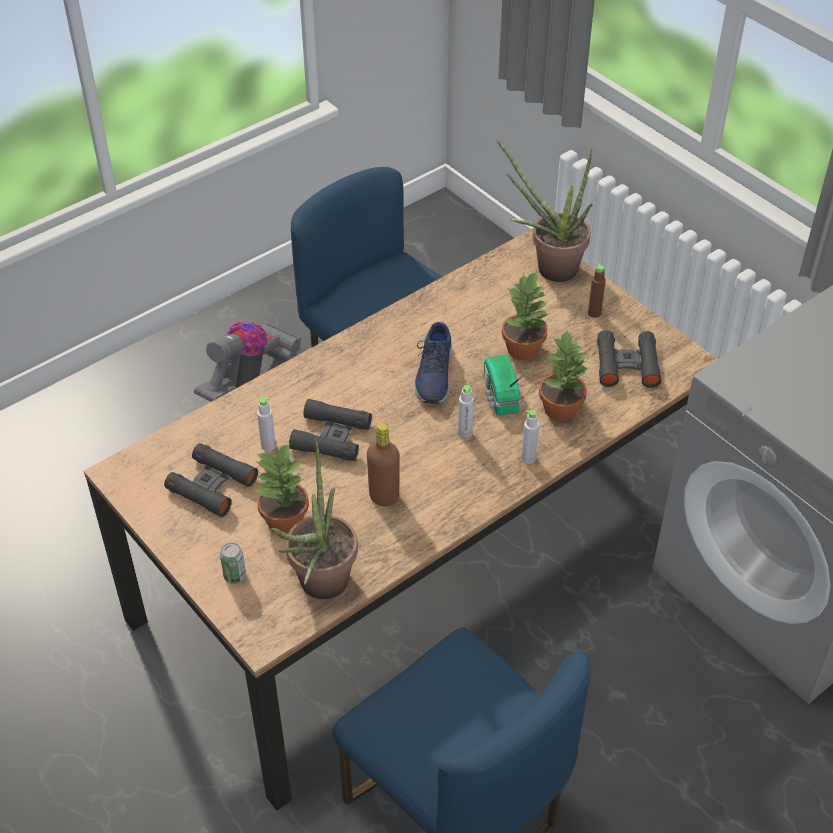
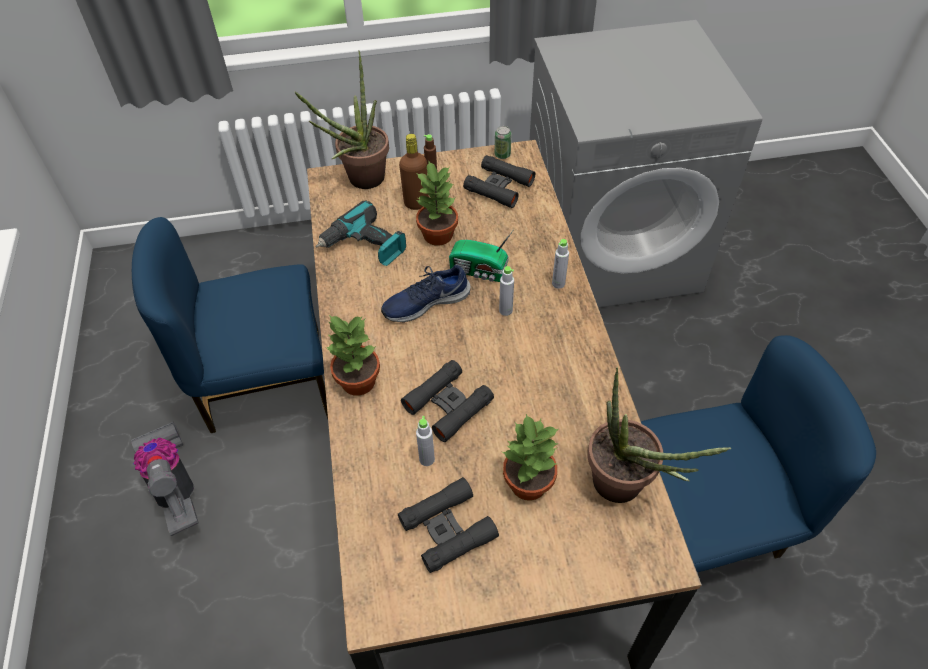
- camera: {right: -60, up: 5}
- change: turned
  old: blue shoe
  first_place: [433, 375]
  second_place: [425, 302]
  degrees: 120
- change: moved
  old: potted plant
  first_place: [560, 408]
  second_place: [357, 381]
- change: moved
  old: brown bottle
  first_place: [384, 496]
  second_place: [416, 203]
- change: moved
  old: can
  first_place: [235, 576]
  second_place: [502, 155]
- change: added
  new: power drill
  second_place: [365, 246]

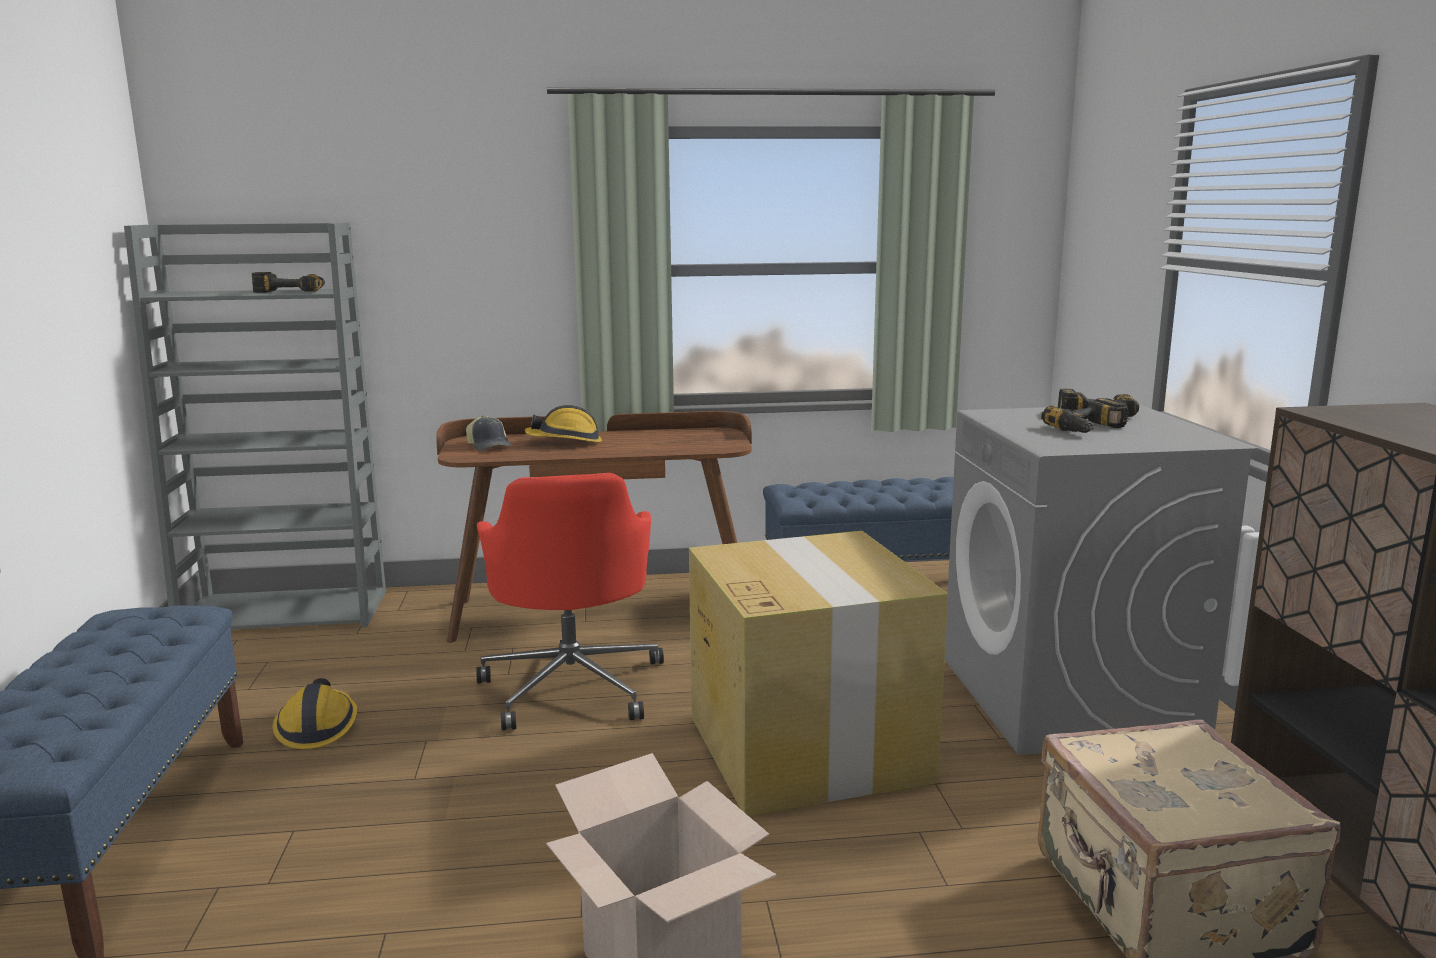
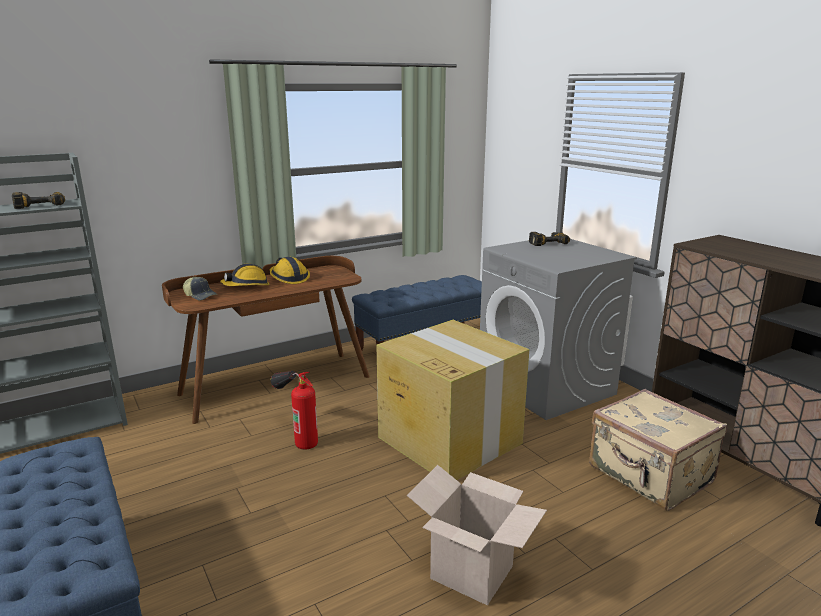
- camera: {right: -25, up: 5}
- change: removed
  old: power drill
  first_place: [1091, 429]
- change: replaced
  old: red office chair
  new: fire extinguisher
  first_place: [573, 686]
  second_place: [297, 434]
- change: moved
  old: hard hat
  first_place: [317, 726]
  second_place: [289, 278]

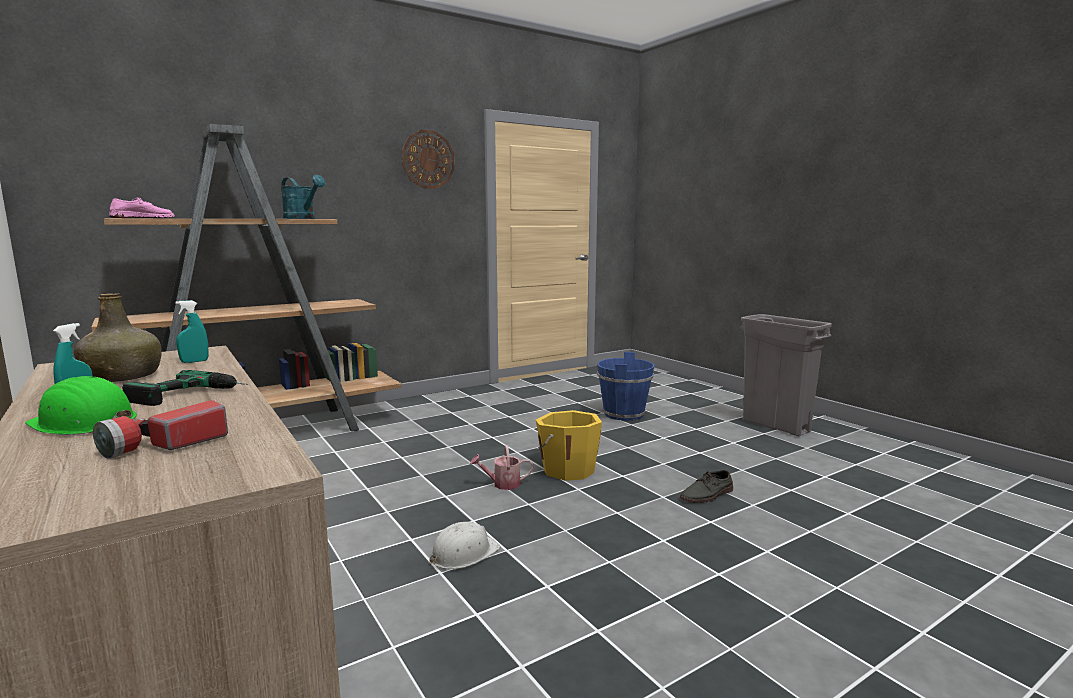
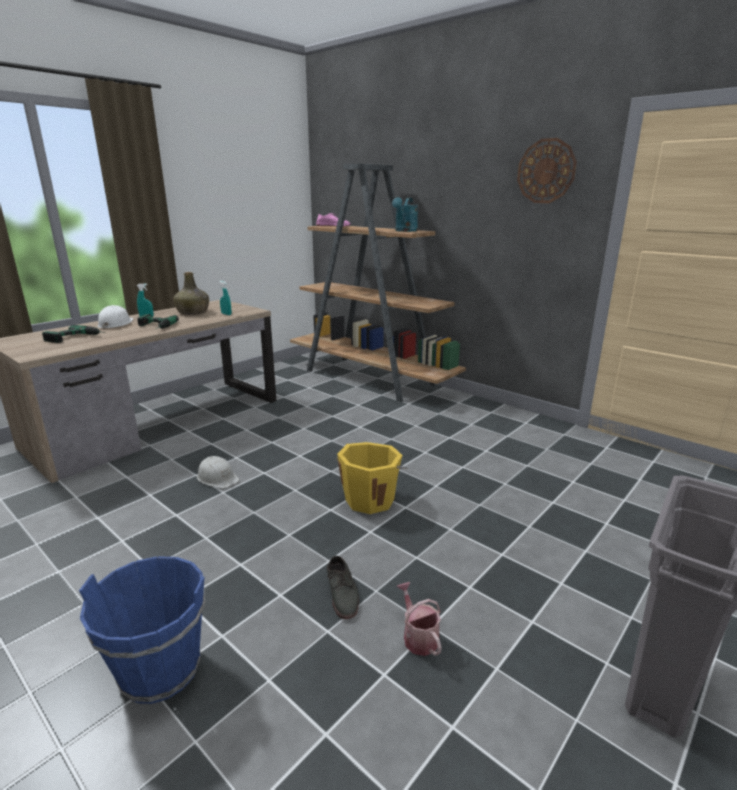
- camera: {right: 75, up: 10}
- change: moved
  old: blue bucket
  first_place: [624, 414]
  second_place: [160, 670]
- change: recoloured
  old: green hard hat
  new: white hard hat
  first_place: [83, 423]
  second_place: [115, 324]
- change: replaced
  old: flashlight
  new: power drill
  first_place: [166, 445]
  second_place: [77, 338]
- change: moved
  old: watering can
  first_place: [502, 484]
  second_place: [418, 636]
- change: turned
  old: grey shoe
  first_place: [707, 495]
  second_place: [342, 593]
  degrees: -150

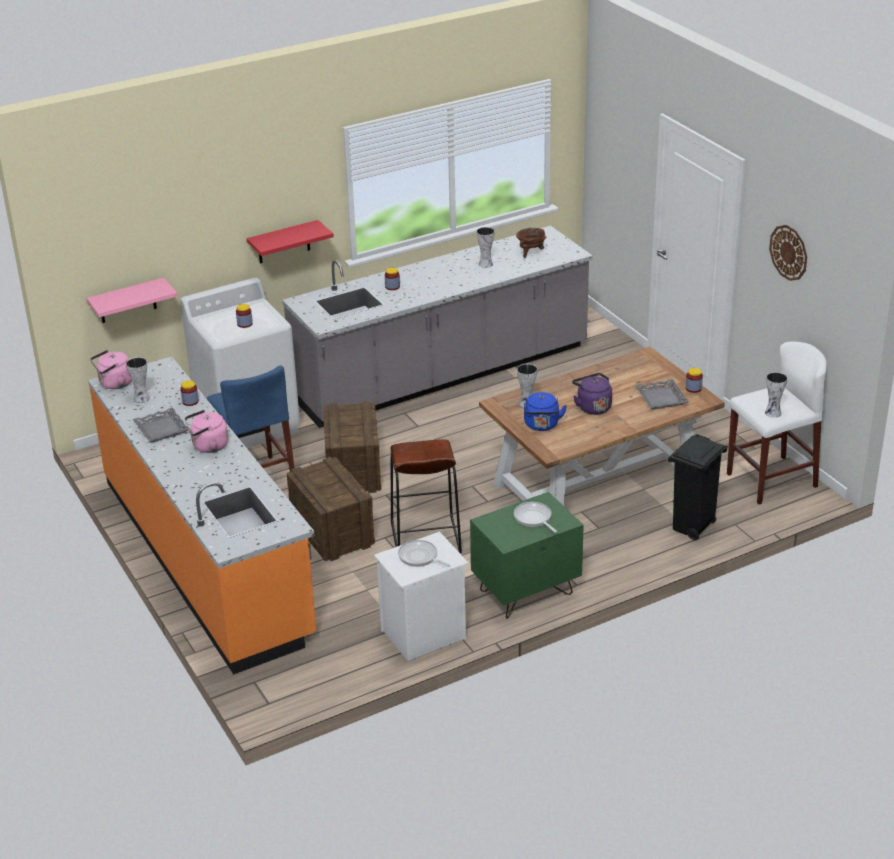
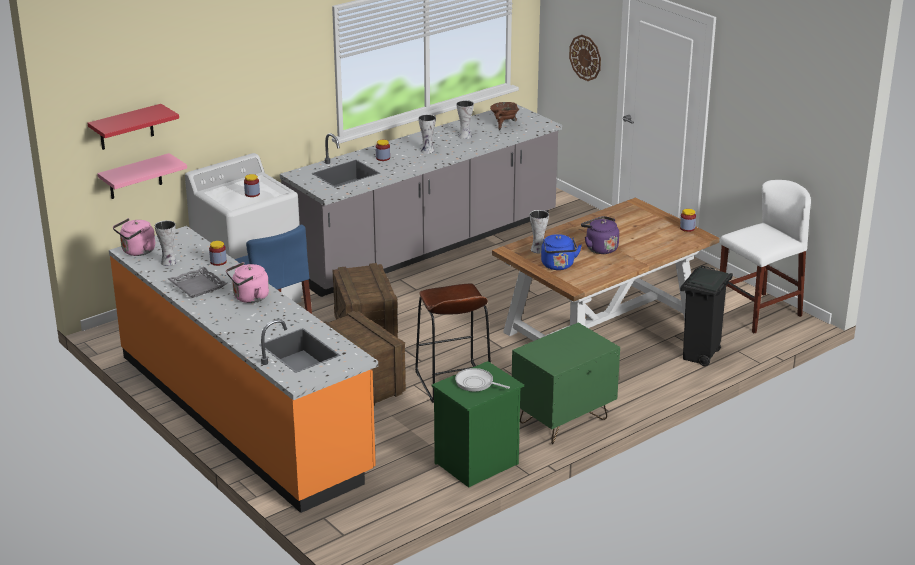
- camera: {right: -10, up: -5}
- change: moved
  old: red shelf
  first_place: [283, 242]
  second_place: [126, 127]
- change: moved
  old: wall clock
  first_place: [789, 252]
  second_place: [585, 57]
- change: moved
  old: vase
  first_place: [773, 413]
  second_place: [428, 151]
- change: removed
  old: grey tray
  first_place: [661, 398]
- change: removed
  old: frying pan
  first_place: [534, 518]
- change: recoloured
  old: white nightstand
  new: green nightstand
  first_place: [423, 635]
  second_place: [476, 464]

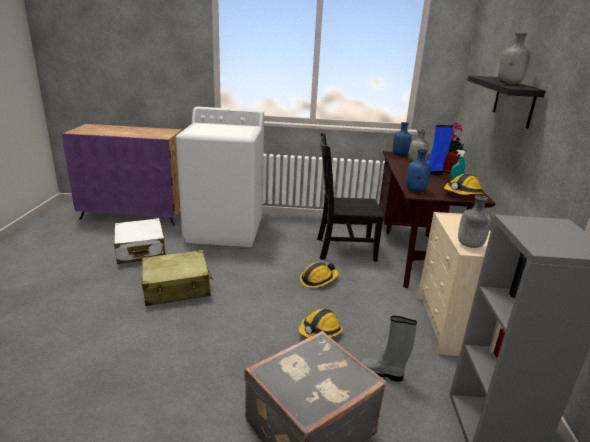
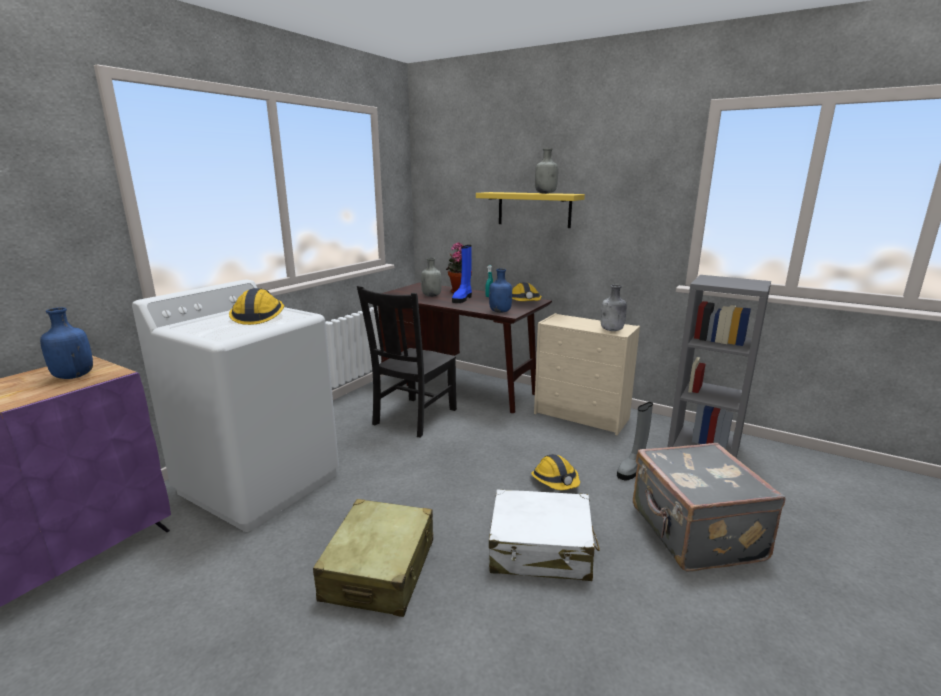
- camera: {right: -60, up: -5}
- change: recoloured
  old: black shelf
  new: yellow shelf
  first_place: [513, 101]
  second_place: [534, 209]
- change: moved
  old: blue bottle
  first_place: [399, 154]
  second_place: [73, 376]
- change: moved
  old: white suitcase
  first_place: [140, 250]
  second_place: [541, 549]
- change: moved
  old: hard hat
  first_place: [318, 280]
  second_place: [259, 316]

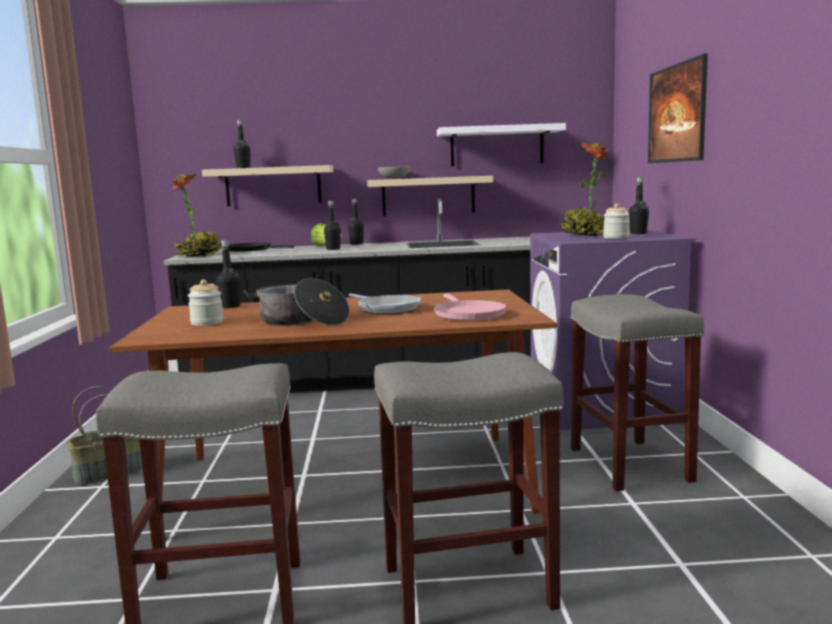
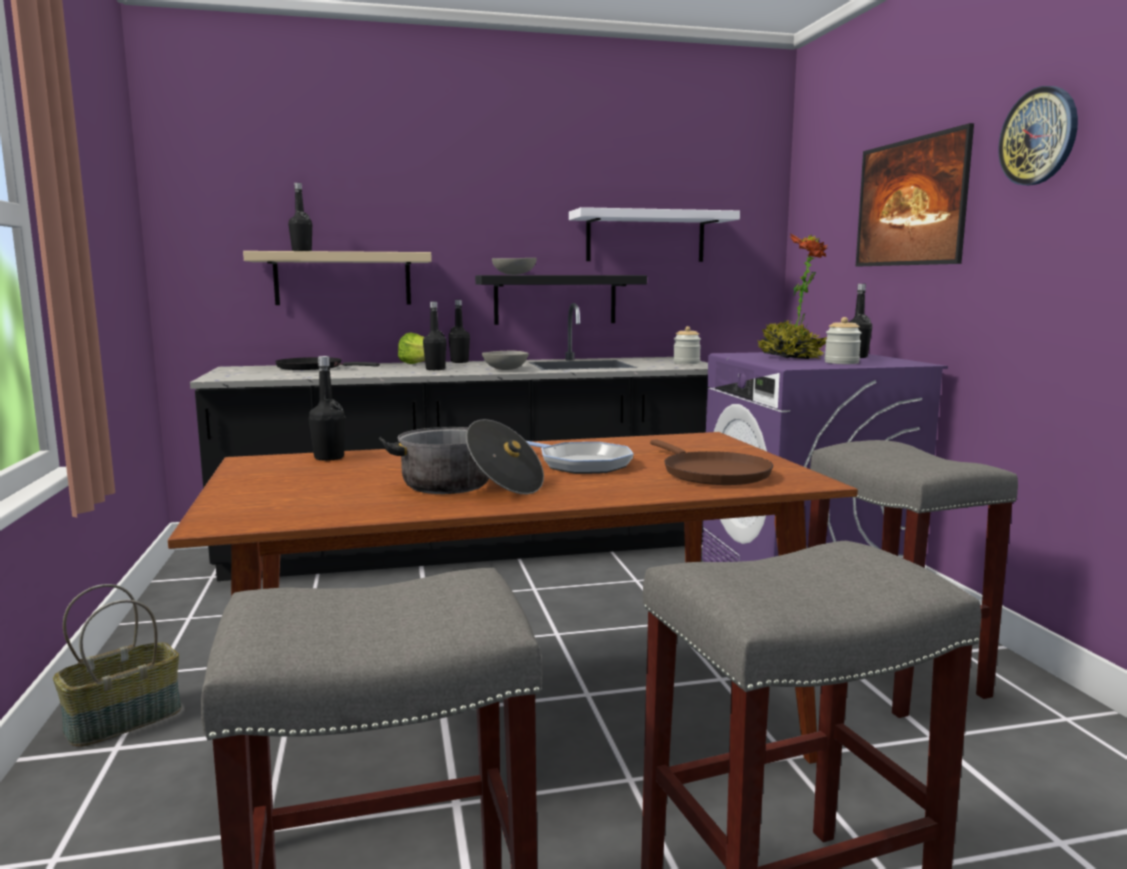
- camera: {right: -10, up: 0}
- change: removed
  old: potted plant
  first_place: [199, 255]
- change: recoloured
  old: beige shelf
  new: black shelf
  first_place: [428, 196]
  second_place: [555, 299]
- change: moved
  old: jar
  first_place: [207, 322]
  second_place: [686, 363]
- change: recoloured
  old: pink frying pan
  new: brown frying pan
  first_place: [468, 314]
  second_place: [711, 473]
- change: added
  new: wall clock
  second_place: [1039, 136]
- change: added
  new: grey bowl
  second_place: [505, 370]

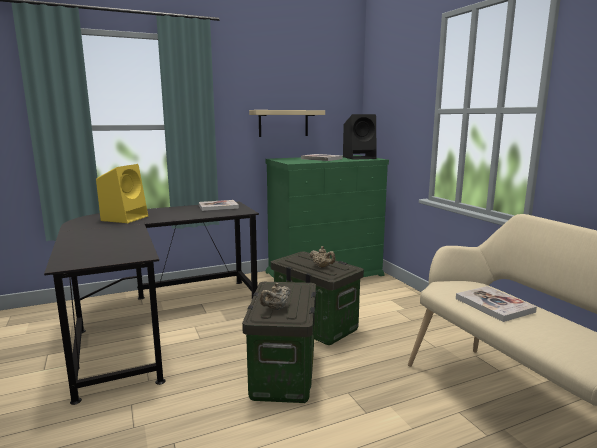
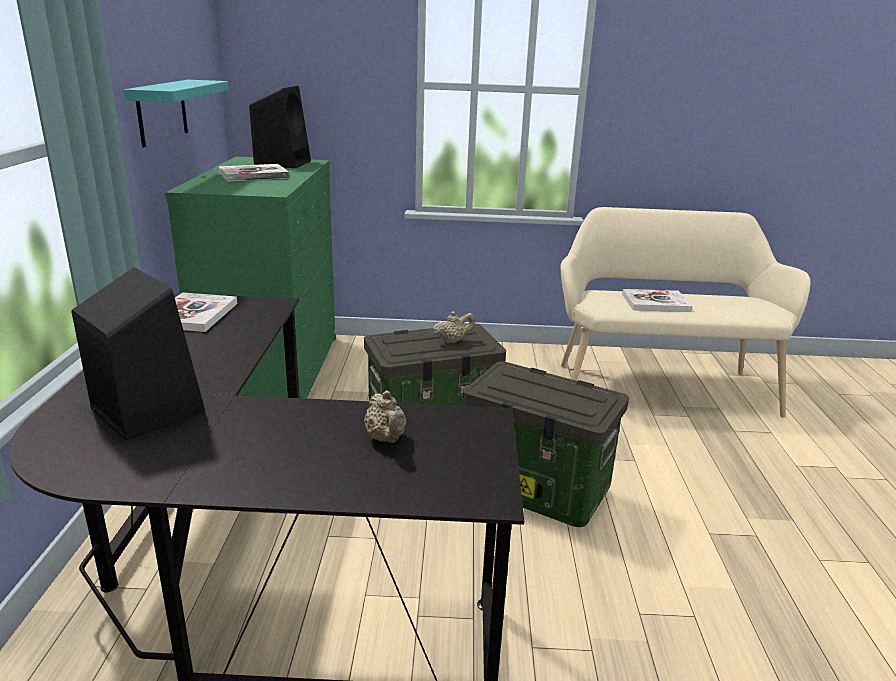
- camera: {right: -65, up: 10}
- change: recoloured
  old: beige shelf
  new: turquoise shelf
  first_place: [283, 123]
  second_place: [162, 112]
- change: recoloured
  old: yellow speaker
  new: black speaker
  first_place: [125, 218]
  second_place: [145, 409]
- change: moved
  old: beige teapot
  first_place: [276, 308]
  second_place: [386, 439]

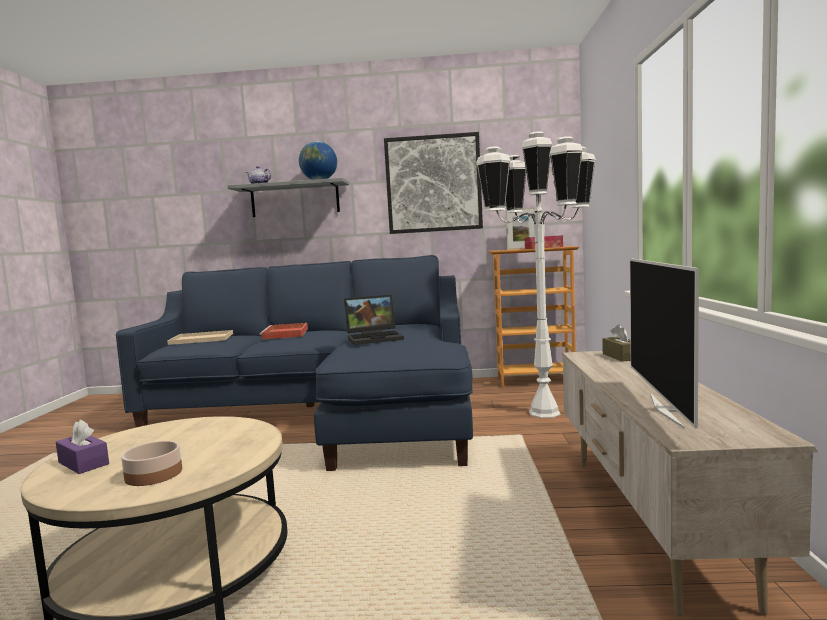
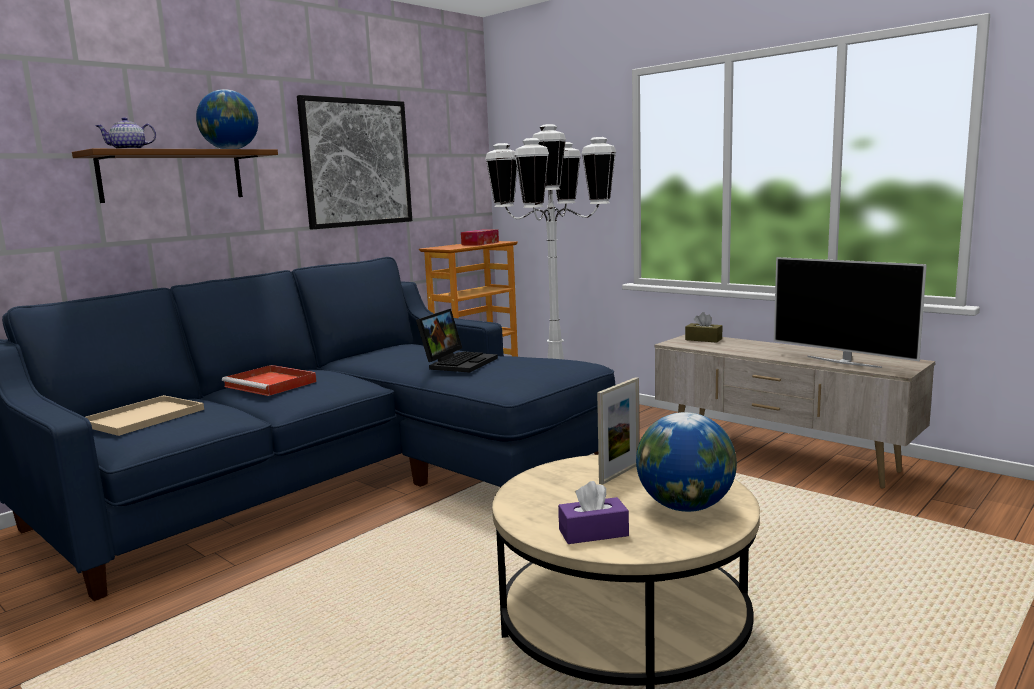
- camera: {right: -50, up: 5}
- change: recoloured
  old: grey shelf
  new: brown shelf
  first_place: [295, 199]
  second_place: [172, 176]
- change: moved
  old: picture frame
  first_place: [521, 248]
  second_place: [619, 473]
- change: replaced
  old: bowl
  new: globe
  first_place: [153, 474]
  second_place: [685, 507]

